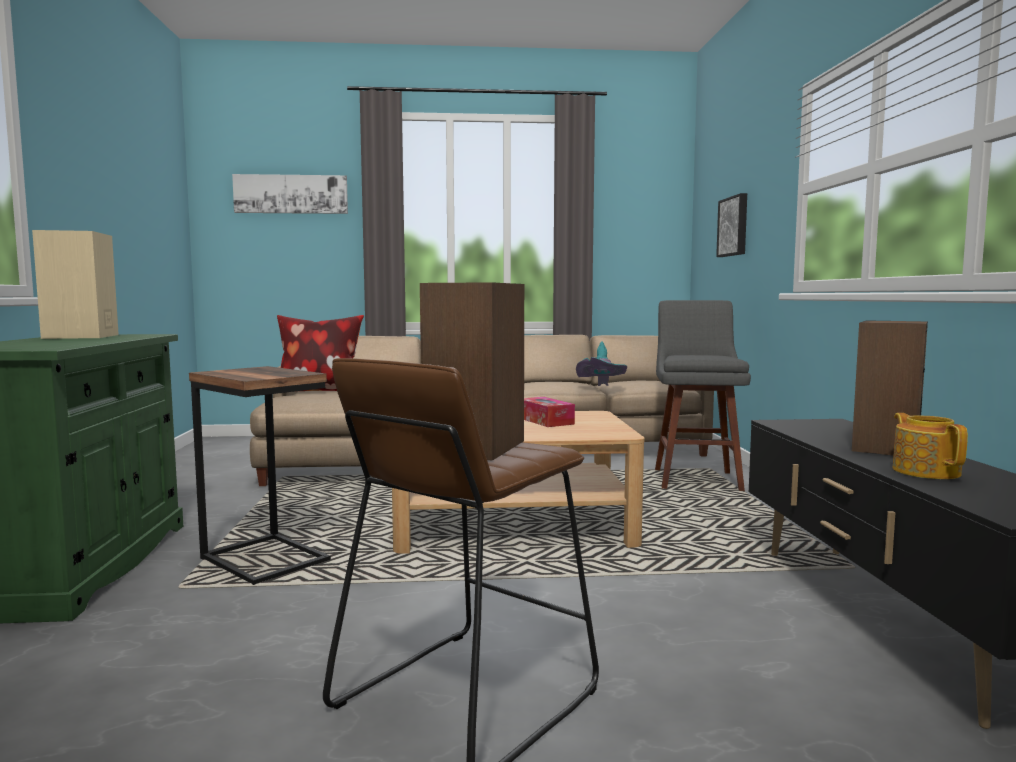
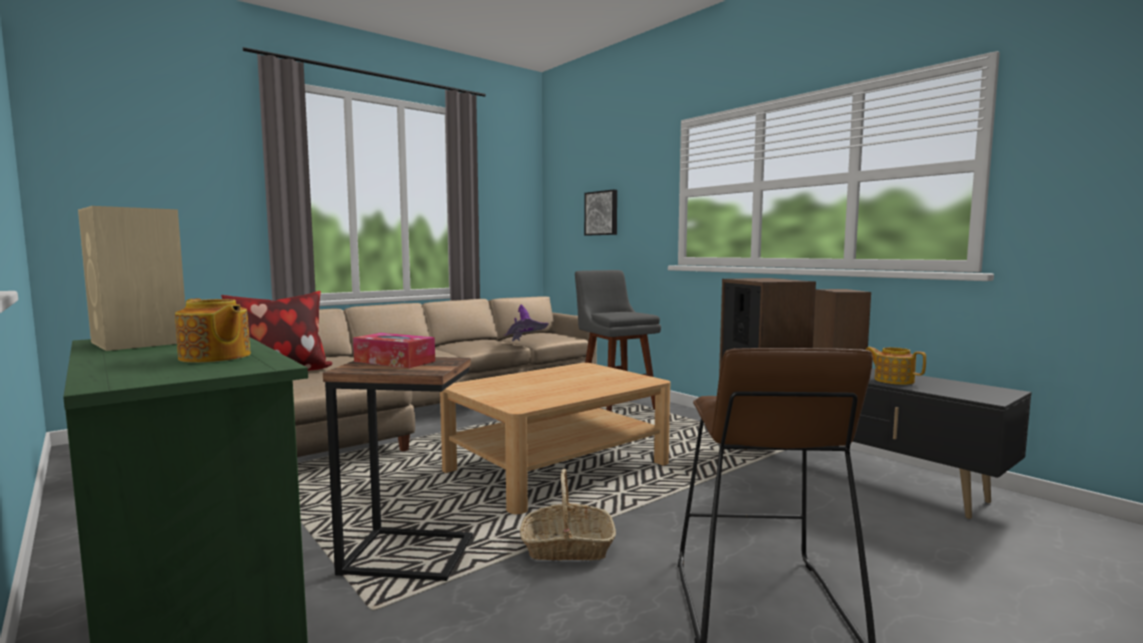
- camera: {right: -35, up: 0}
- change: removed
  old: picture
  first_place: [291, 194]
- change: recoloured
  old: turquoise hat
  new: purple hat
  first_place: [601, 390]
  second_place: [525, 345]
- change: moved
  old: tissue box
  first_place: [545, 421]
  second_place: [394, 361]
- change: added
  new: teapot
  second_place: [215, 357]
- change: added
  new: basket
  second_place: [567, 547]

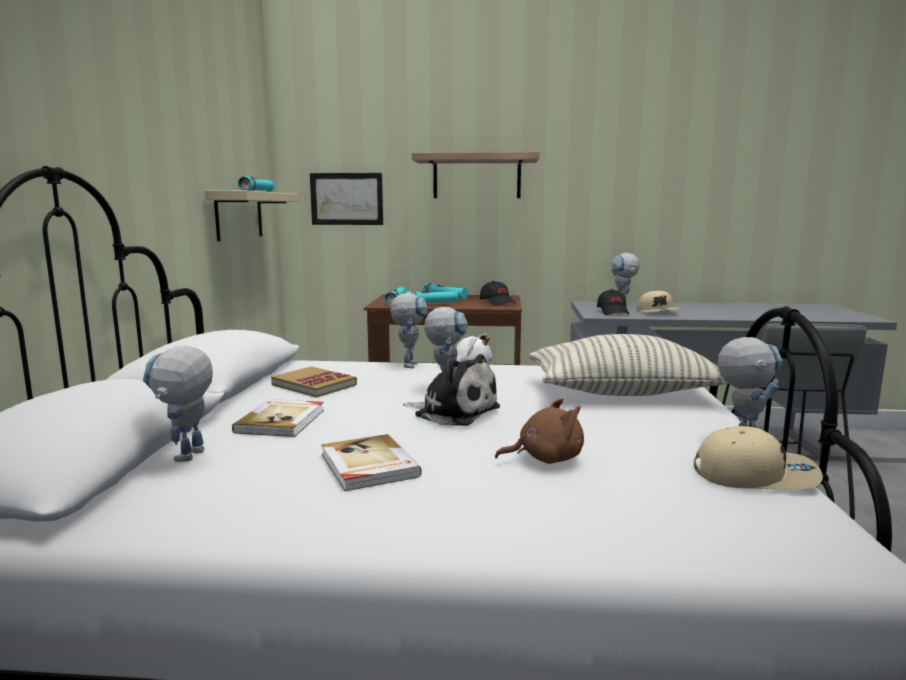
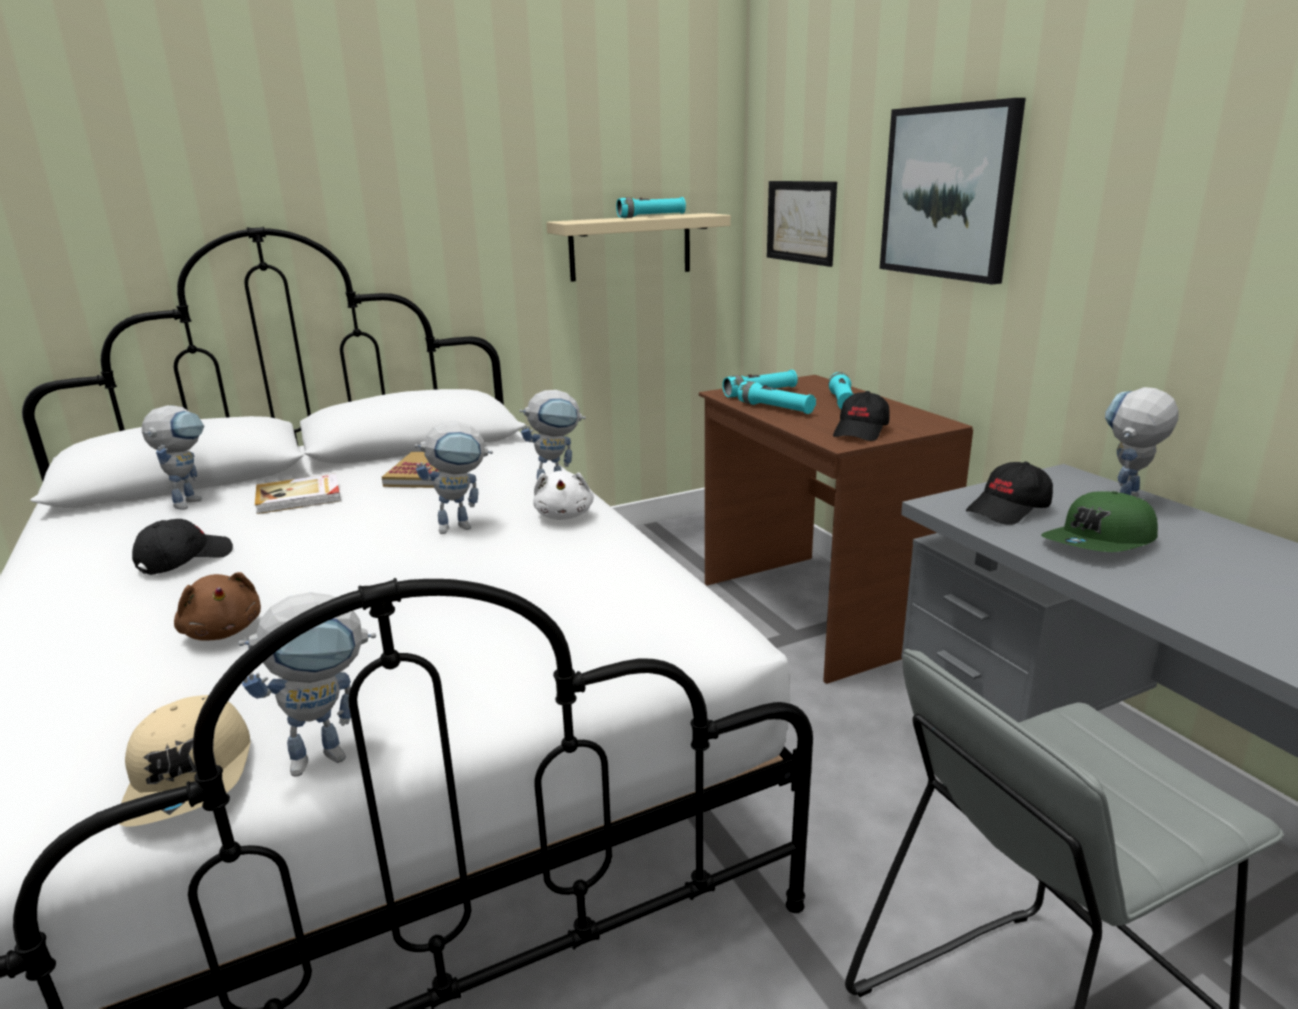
- camera: {right: 60, up: 10}
- change: replaced
  old: shelf
  new: picture
  first_place: [477, 177]
  second_place: [949, 192]
- change: recoloured
  old: beige cap
  new: green cap
  first_place: [657, 312]
  second_place: [1100, 542]
- change: removed
  old: pillow
  first_place: [624, 393]
- change: turned
  old: toy robot
  first_place: [187, 459]
  second_place: [190, 501]
  degrees: 120
- change: removed
  old: plush toy
  first_place: [453, 412]
- change: replaced
  old: book
  new: black cap
  first_place: [368, 466]
  second_place: [184, 560]

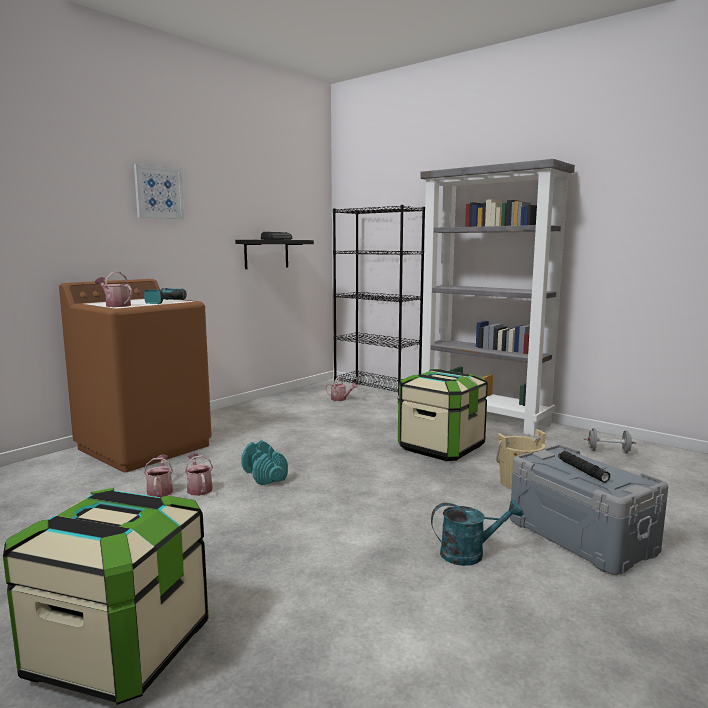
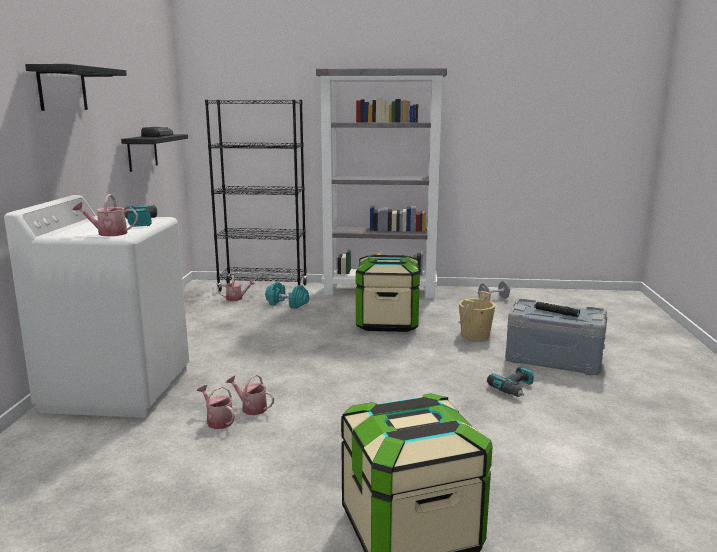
- camera: {right: -35, up: 5}
- change: replaced
  old: picture
  new: black shelf
  first_place: [158, 192]
  second_place: [62, 89]
- change: recoloured
  old: brown washing machine
  new: white washing machine
  first_place: [145, 447]
  second_place: [118, 389]
- change: moved
  old: turquoise dumbbell
  first_place: [264, 475]
  second_place: [287, 304]
- change: replaced
  old: turquoise watering can
  new: power drill
  first_place: [470, 554]
  second_place: [515, 389]

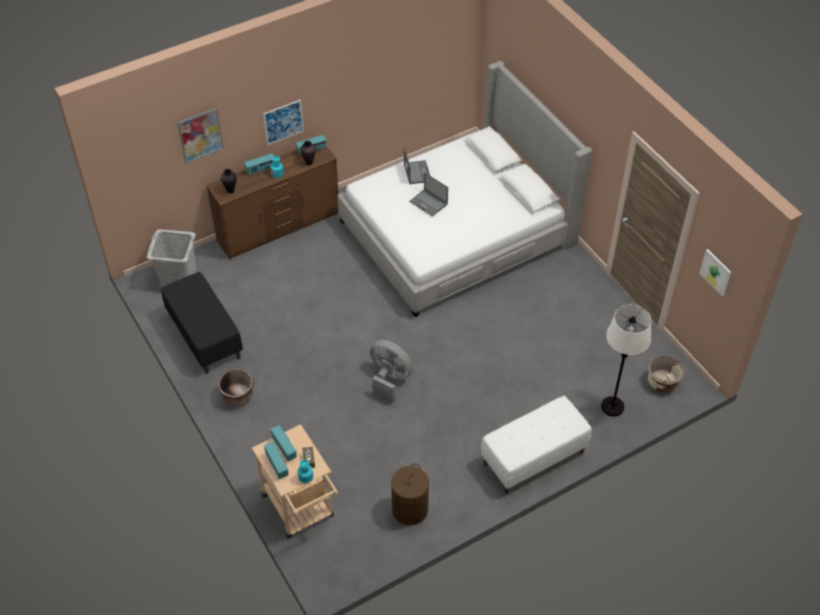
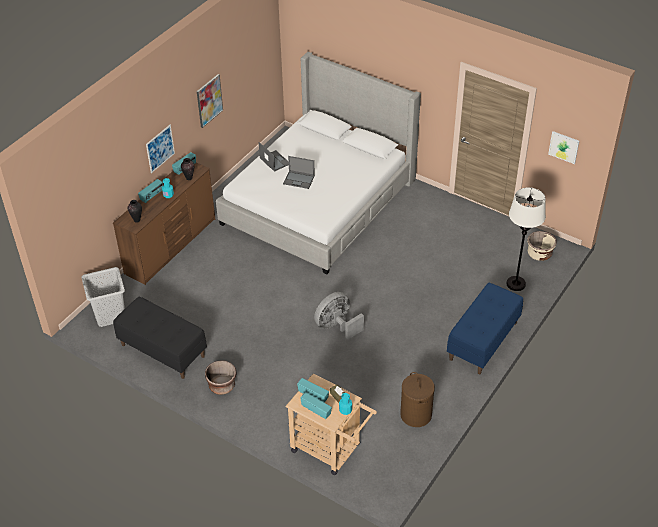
- camera: {right: -25, up: -5}
- change: moved
  old: picture
  first_place: [200, 135]
  second_place: [209, 100]
- change: turned
  old: grey fan
  first_place: [389, 379]
  second_place: [337, 326]
  degrees: -45
- change: recoloured
  old: white bench
  new: blue bench
  first_place: [533, 458]
  second_place: [483, 341]

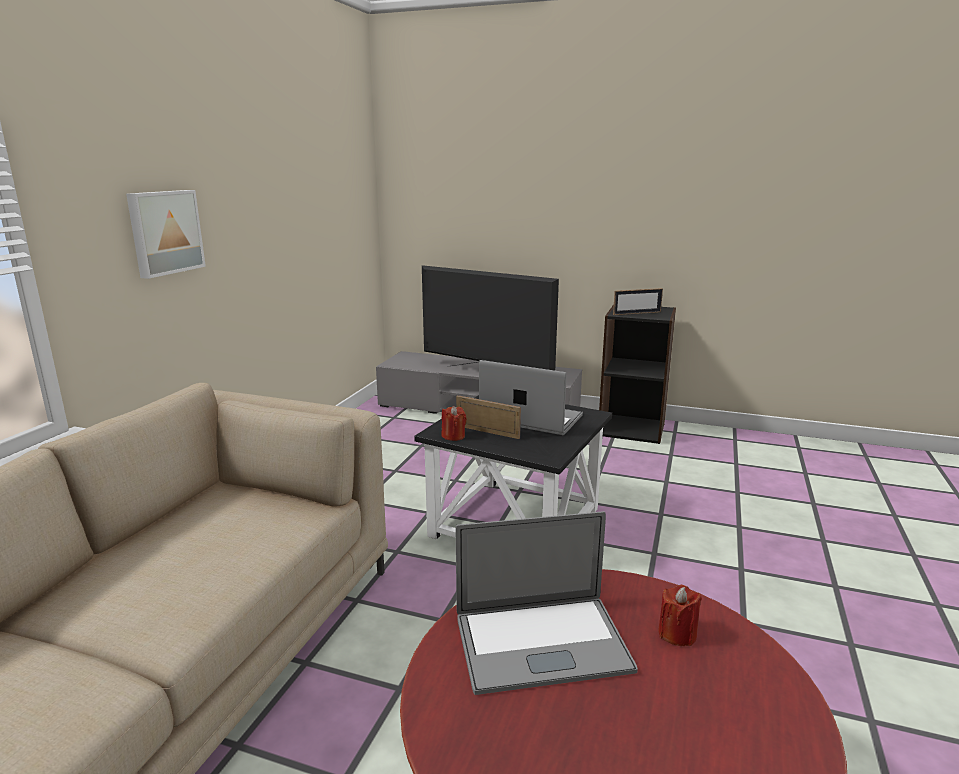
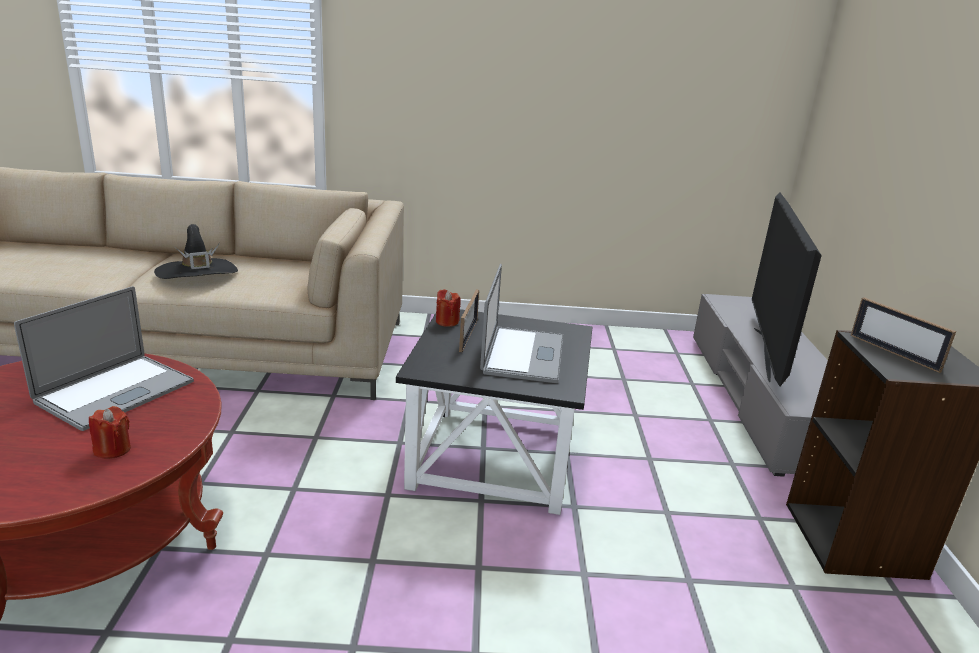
- camera: {right: 70, up: 5}
- change: removed
  old: picture
  first_place: [164, 232]
- change: turned
  old: laptop
  first_place: [541, 643]
  second_place: [115, 392]
  degrees: -120
- change: added
  new: black hat
  second_place: [197, 273]

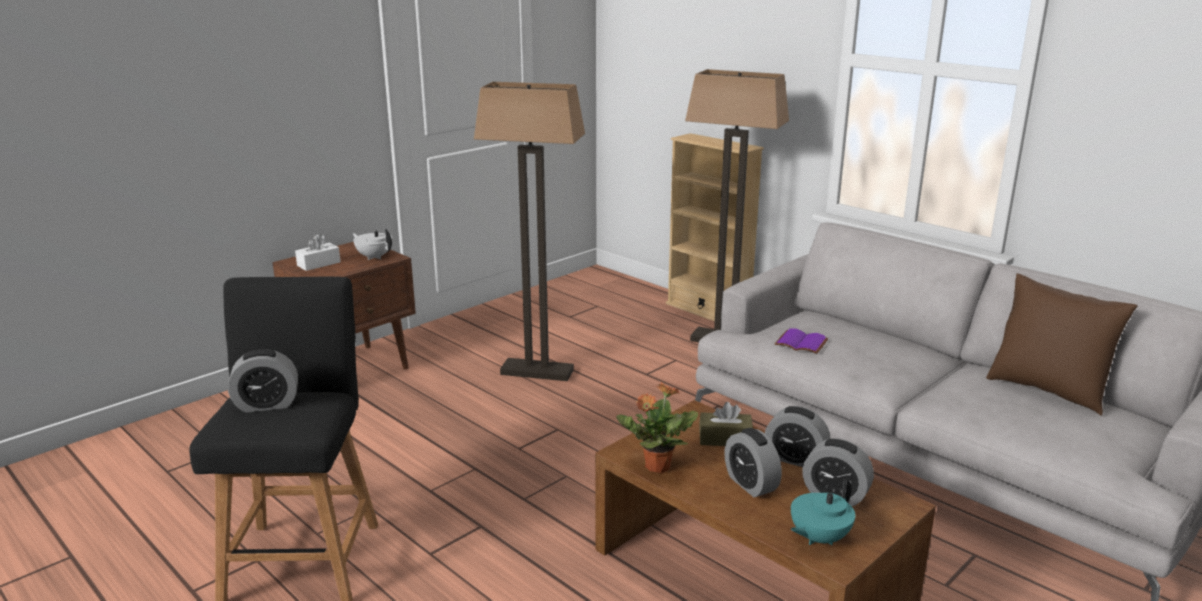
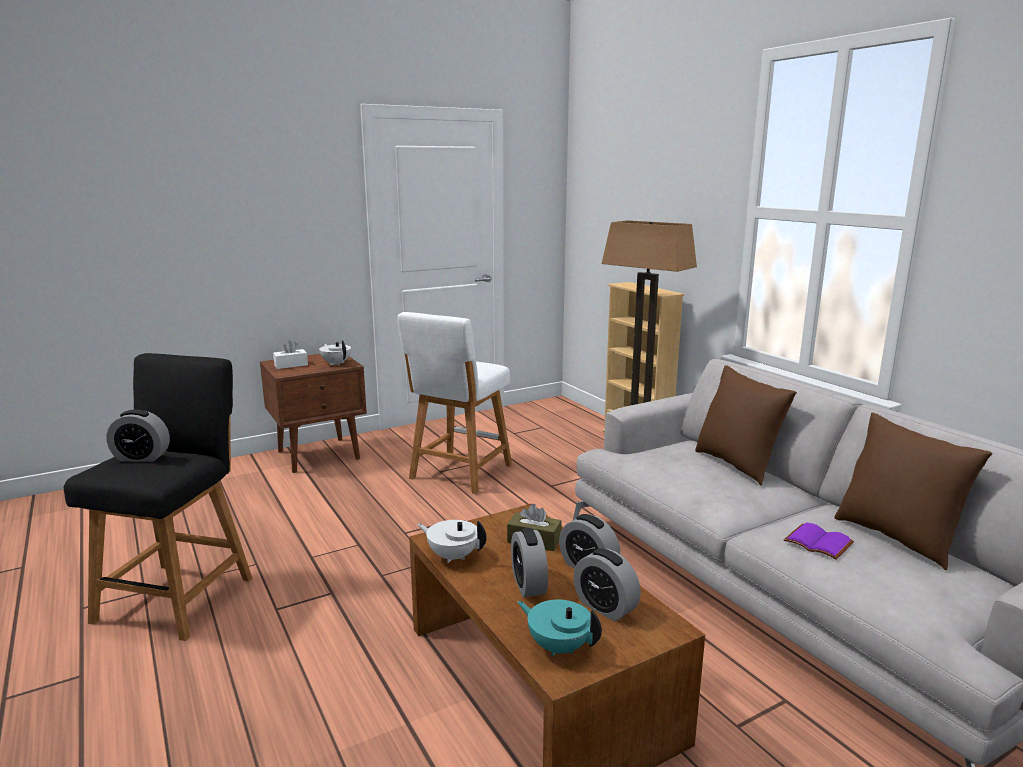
- camera: {right: 15, up: -5}
- change: replaced
  old: floor lamp
  new: white stool
  first_place: [536, 372]
  second_place: [458, 473]
- change: moved
  old: purple book
  first_place: [802, 343]
  second_place: [819, 542]
- change: replaced
  old: potted plant
  new: white teapot
  first_place: [656, 467]
  second_place: [453, 556]
- change: turned
  old: turquoise teapot
  first_place: [818, 538]
  second_place: [558, 646]
  degrees: 60
- change: added
  new: brown pillow
  second_place: [737, 465]

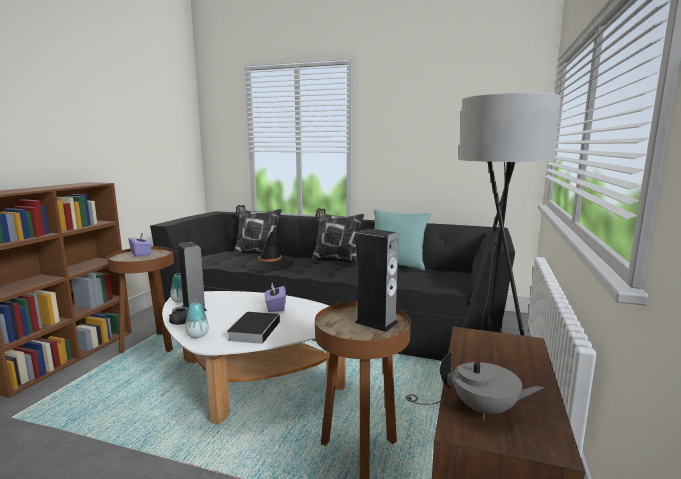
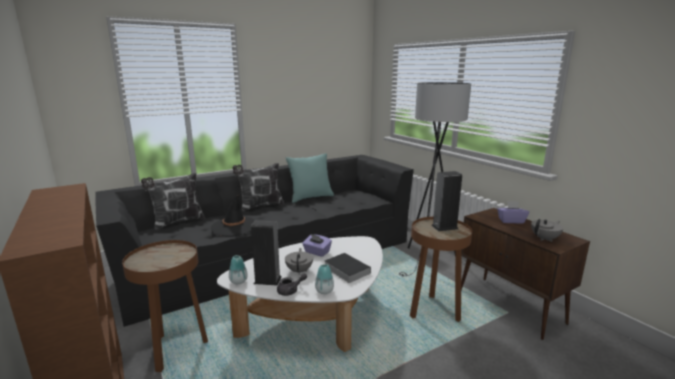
- camera: {right: -50, up: 5}
- change: moved
  old: purple tissue box
  first_place: [141, 253]
  second_place: [511, 221]
- change: added
  new: grey teapot
  second_place: [299, 271]

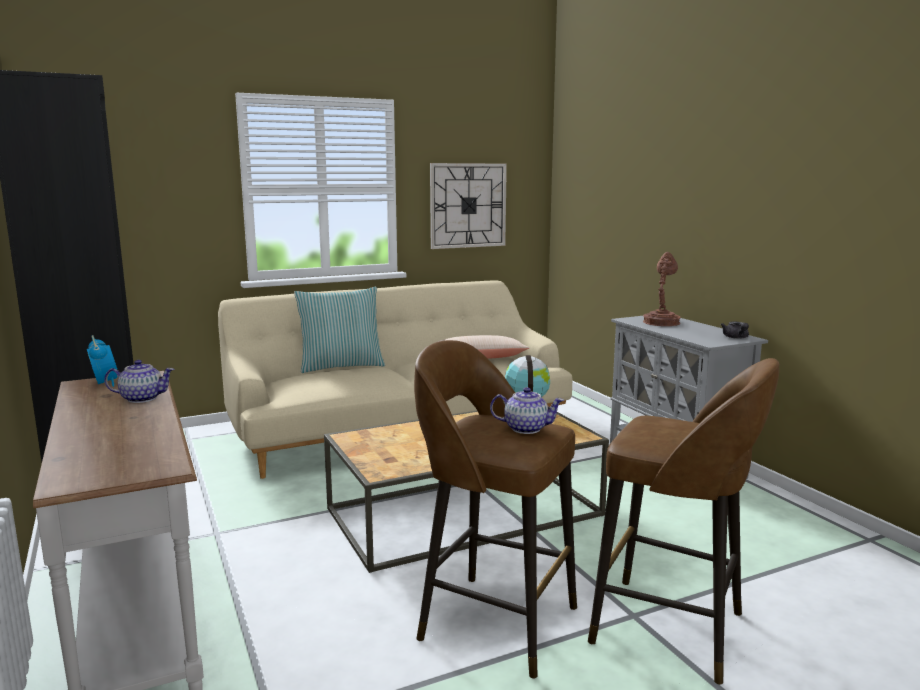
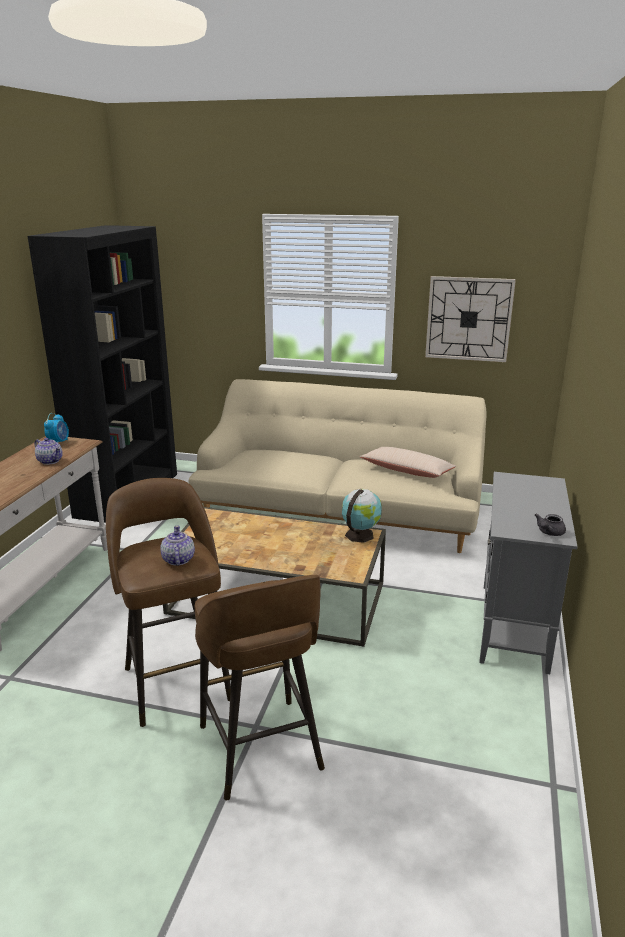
- camera: {right: 40, up: 10}
- change: removed
  old: brown table lamp
  first_place: [661, 321]
- change: removed
  old: pillow
  first_place: [341, 366]
- change: turned
  old: teapot
  first_place: [525, 428]
  second_place: [178, 560]
  degrees: -150

